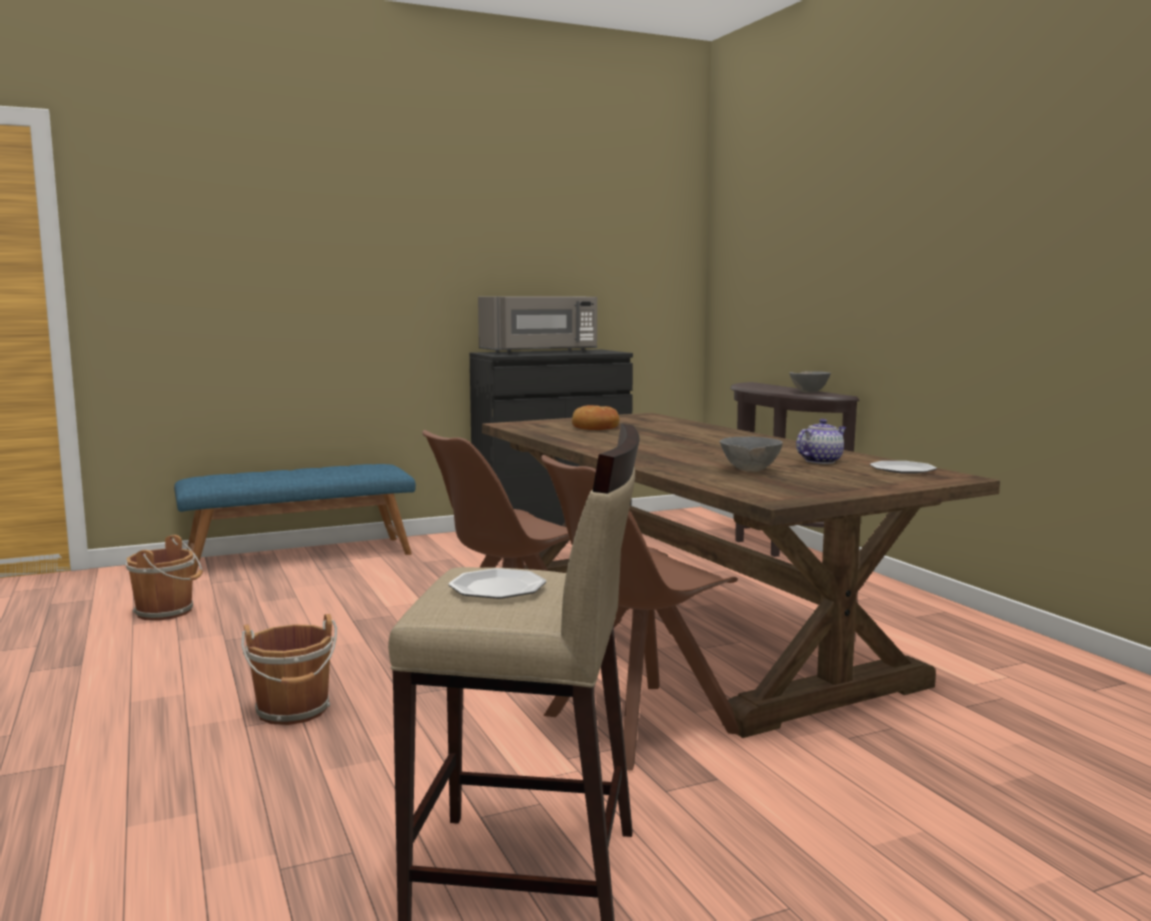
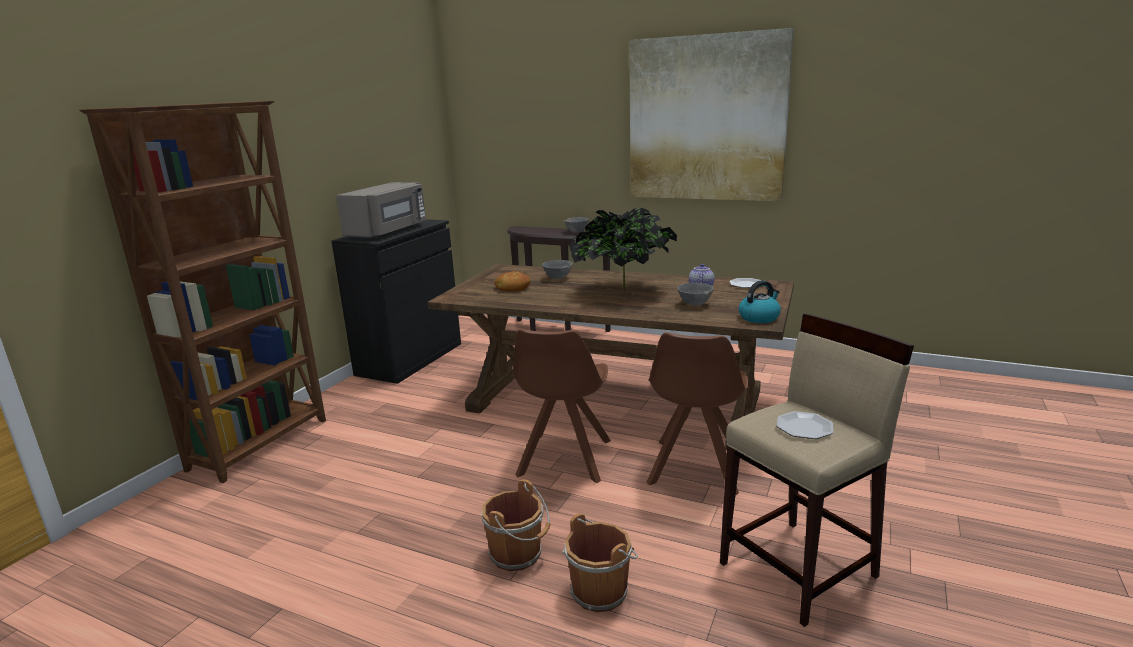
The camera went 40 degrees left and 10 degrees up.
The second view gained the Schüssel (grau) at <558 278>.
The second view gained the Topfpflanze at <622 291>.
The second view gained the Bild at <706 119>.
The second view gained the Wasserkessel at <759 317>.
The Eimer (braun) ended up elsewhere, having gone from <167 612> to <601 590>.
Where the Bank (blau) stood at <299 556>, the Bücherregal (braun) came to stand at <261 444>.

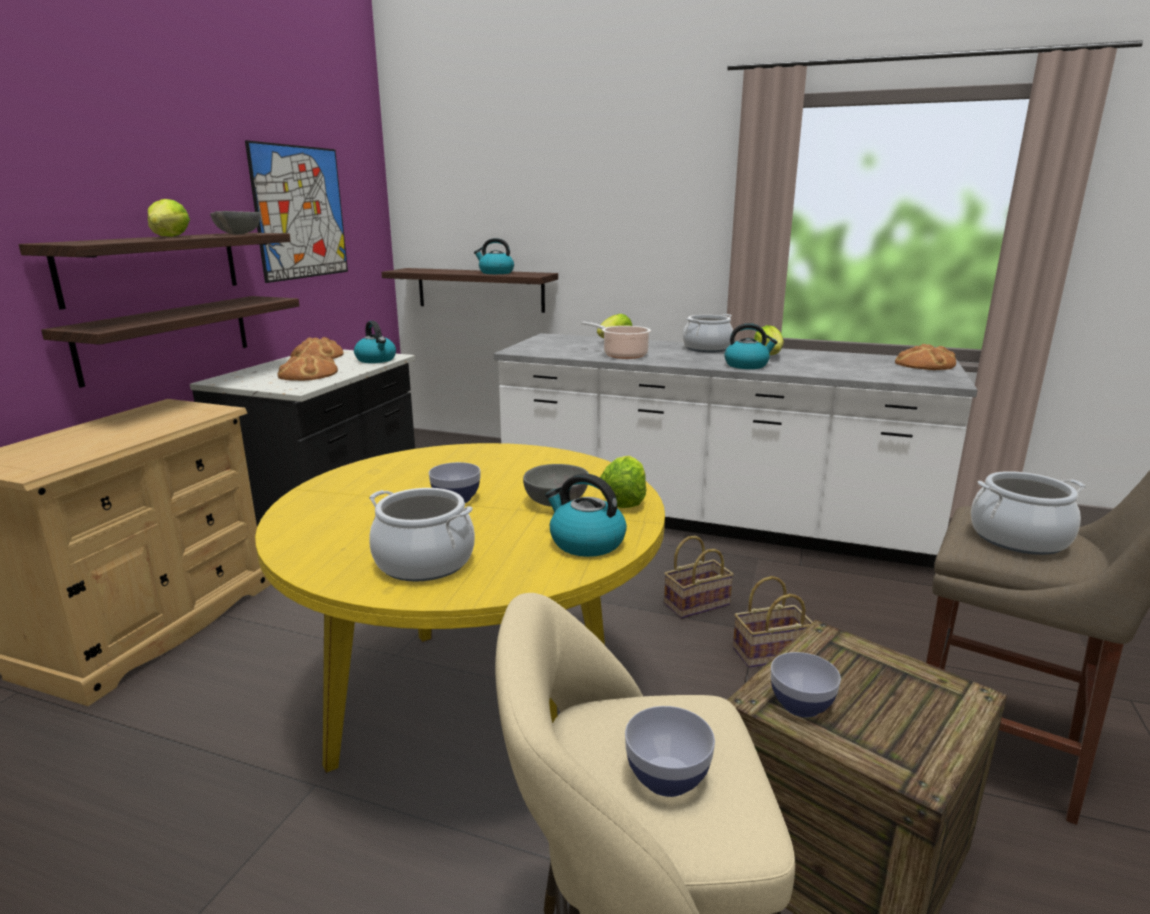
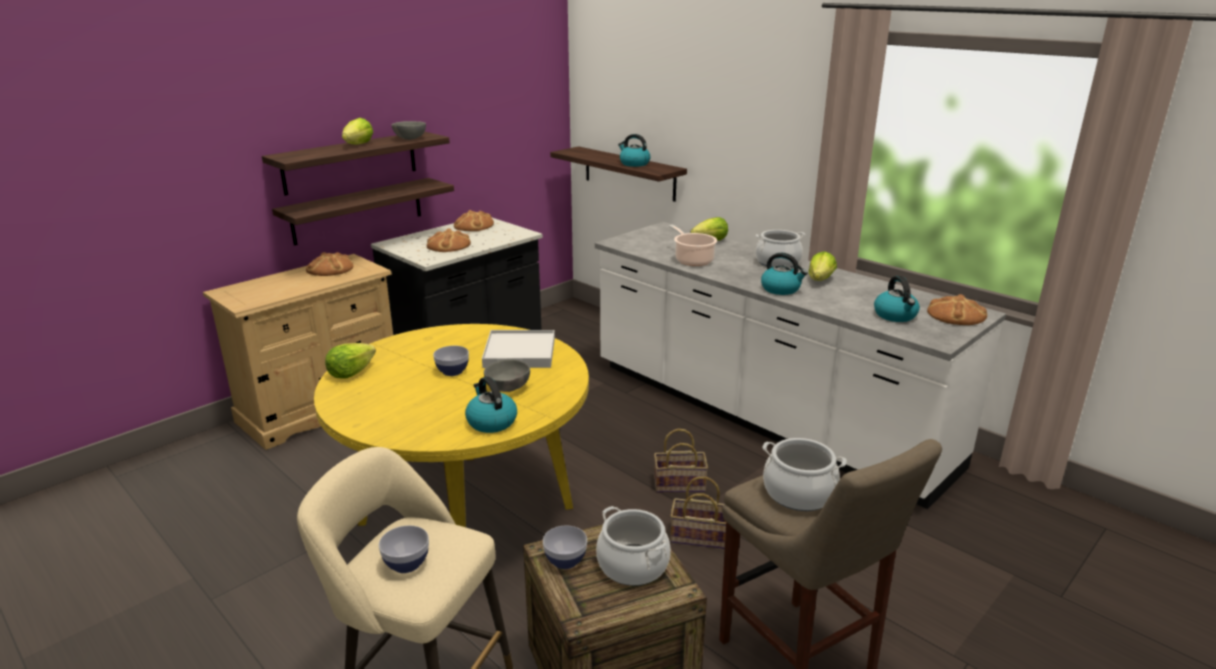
The camera went 25 degrees right and 5 degrees up.
The second view lost the Bild at <300 212>.
The second view gained the Brot at <330 269>.
The second view gained the Tablett (weiß) at <519 352>.
The Wasserkessel ended up elsewhere, having gone from <376 360> to <895 316>.
The Kochtopf ended up elsewhere, having gone from <424 562> to <632 565>.
The Salatkopf ended up elsewhere, having gone from <623 501> to <350 373>.

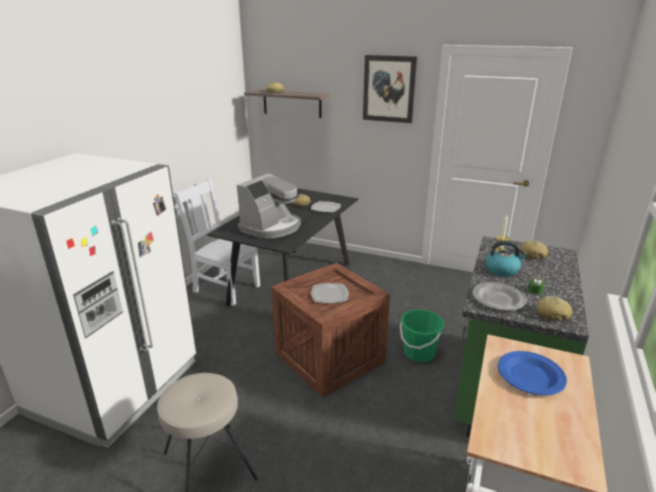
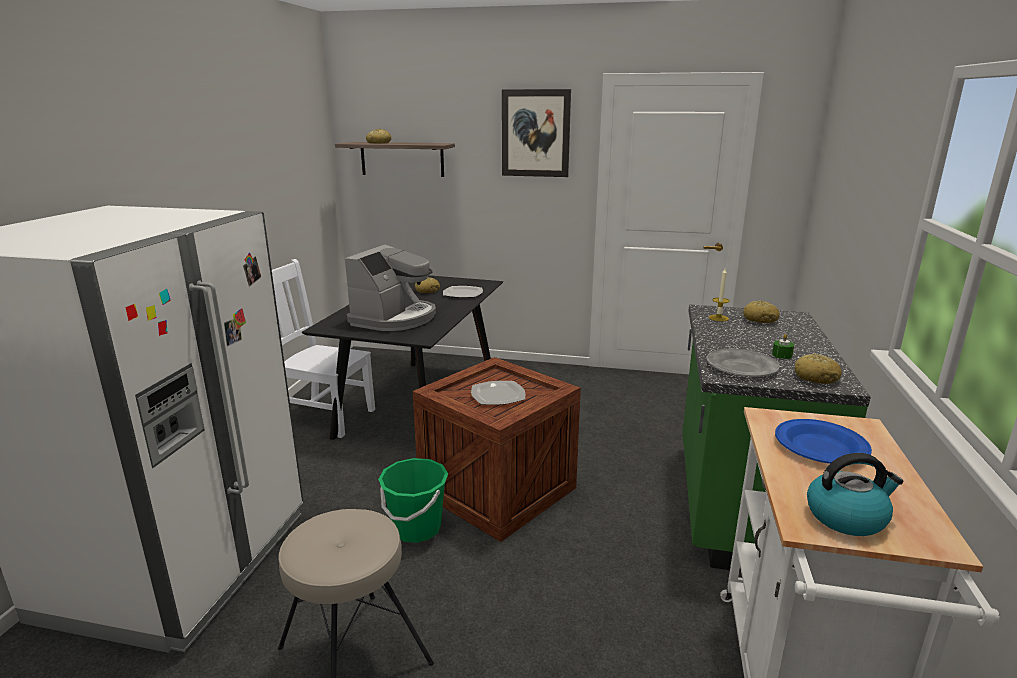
The camera went 10 degrees left and 5 degrees down.
The Eimer (grün) ended up elsewhere, having gone from <419 353> to <416 528>.
The Wasserkessel ended up elsewhere, having gone from <502 269> to <846 517>.

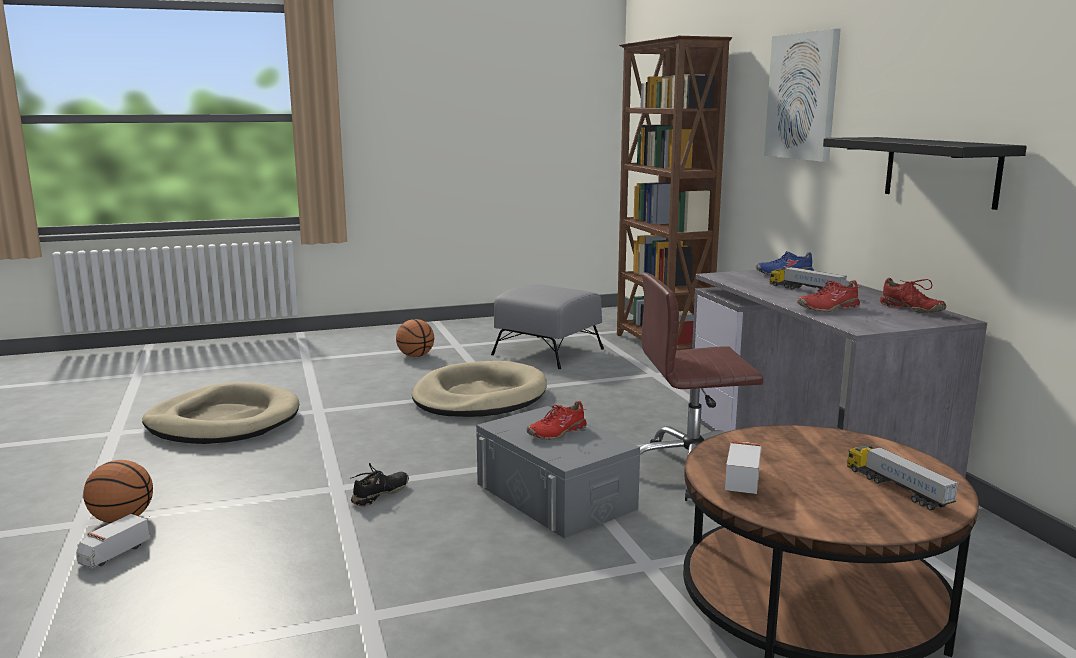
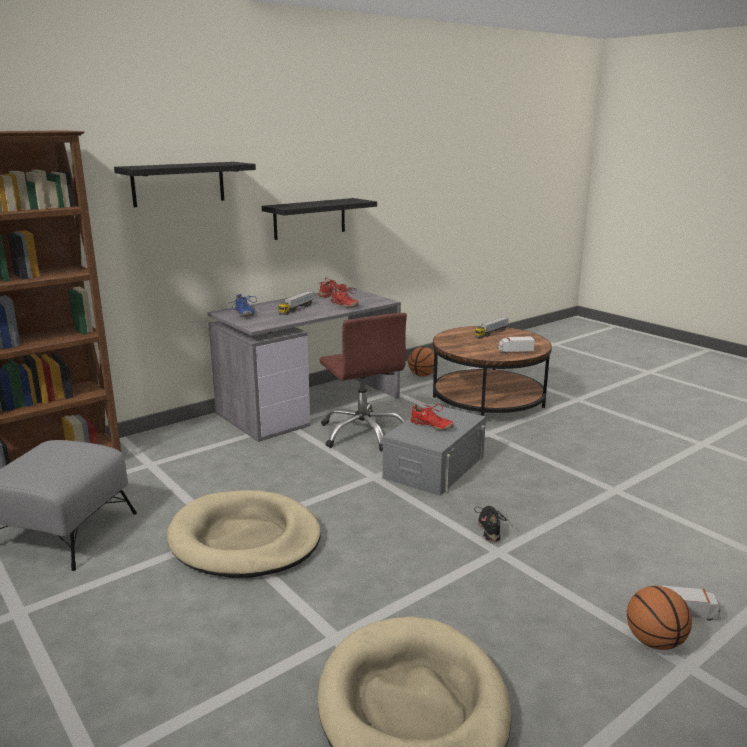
The camera went 110 degrees left and 5 degrees up.
The Basketball ended up elsewhere, having gone from <416 356> to <422 375>.
Where the Bild hung at <802 96>, the Wandregal (schwarz) came to hang at <178 184>.
The Schuh (schwarz) at <380 495> ended up facing another way, 75 degrees clockwise from before.

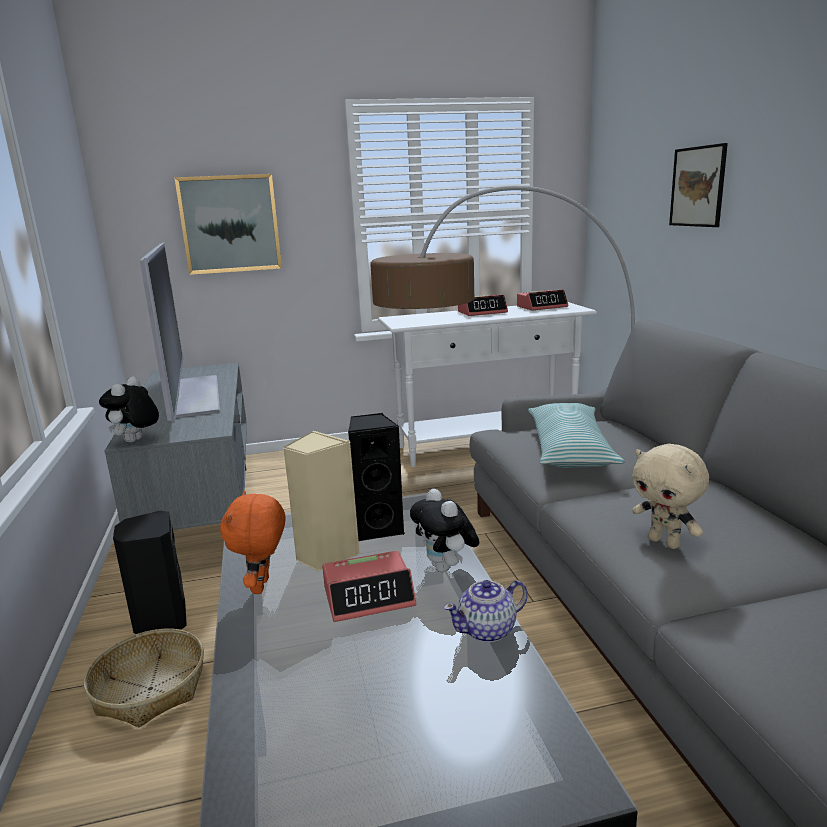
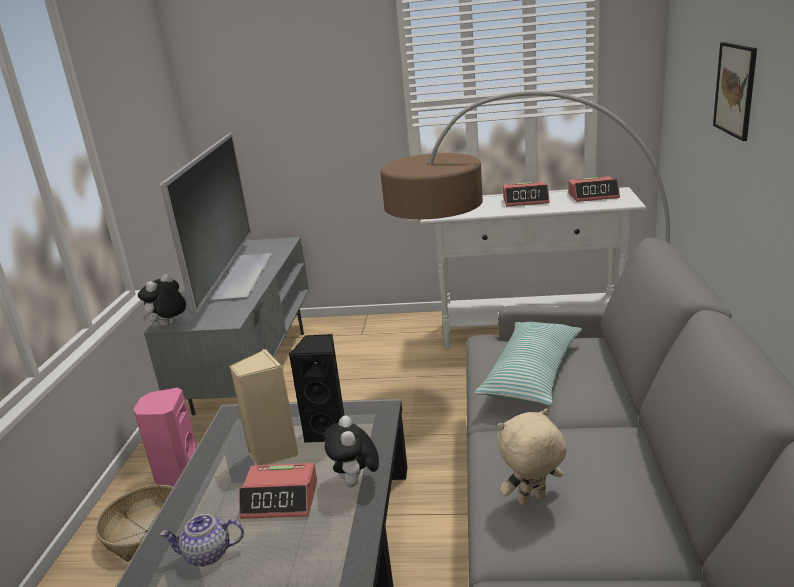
The camera went 20 degrees right and 5 degrees up.
The second view lost the Bild at <230 224>.
The second view lost the Plüschtier (orange) at <262 586>.
The Teekanne ended up elsewhere, having gone from <488 630> to <208 554>.
What was the Lautsprecher (schwarz) at <160 621> turned into the Lautsprecher (rosa) at <177 474>.
The Plüschtier (beige) at <665 542> ended up facing another way, 90 degrees clockwise from before.

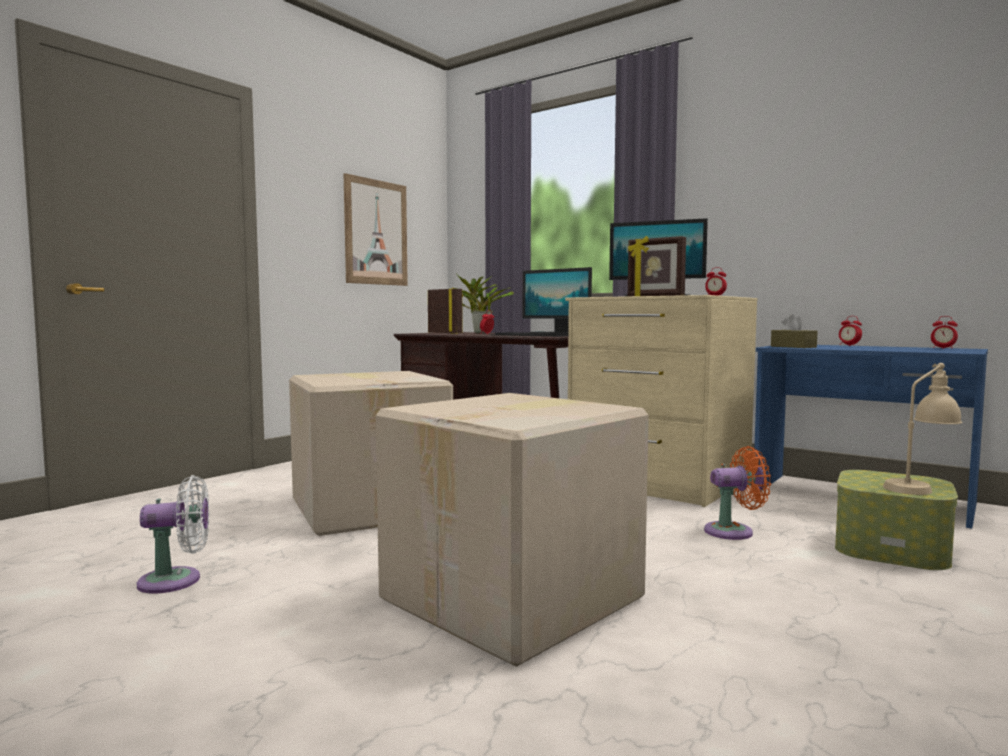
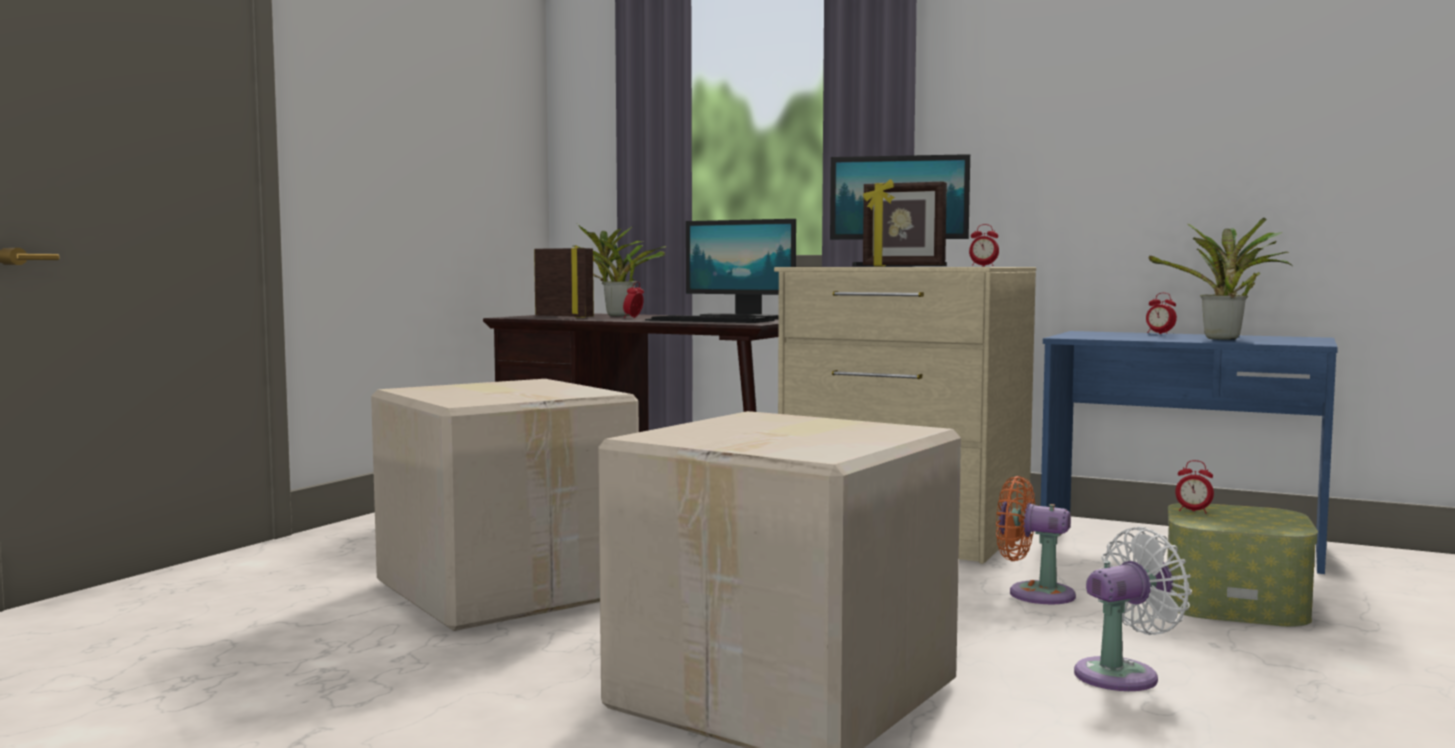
The camera went 10 degrees left and 0 degrees up.
The second view lost the Bild at <376 232>.
The second view lost the Taschentuchbox (braun) at <793 347>.
The second view lost the Tischlampe (beige) at <920 487>.
The second view gained the Topfpflanze at <1224 339>.
The Ventilator (weiß) ended up elsewhere, having gone from <176 580> to <1123 674>.
The Wecker ended up elsewhere, having gone from <943 348> to <1193 511>.
The Ventilator (orange) at <733 531> ended up facing another way, 135 degrees counterclockwise from before.

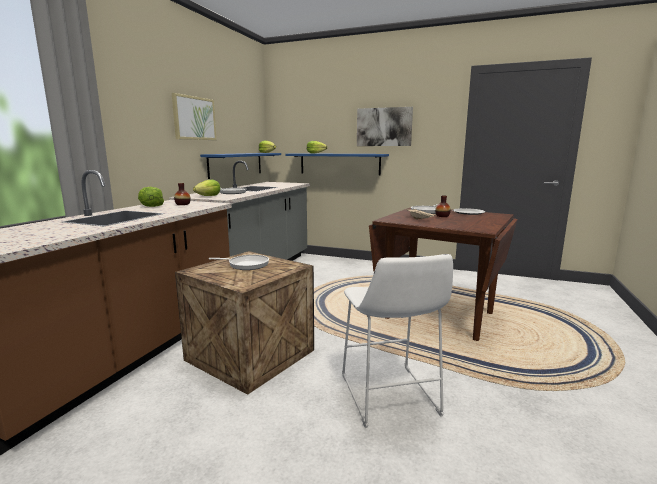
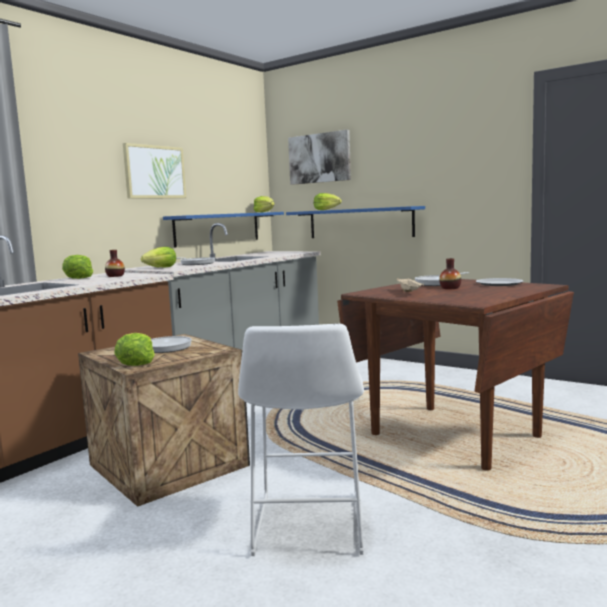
The camera went 15 degrees right and 5 degrees down.
The second view gained the Salatkopf at <136 363>.
The Bild ended up elsewhere, having gone from <384 127> to <319 158>.

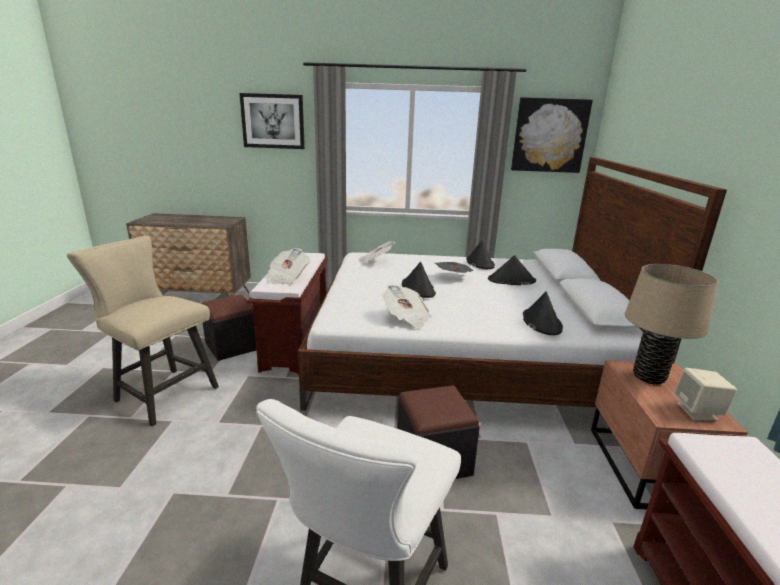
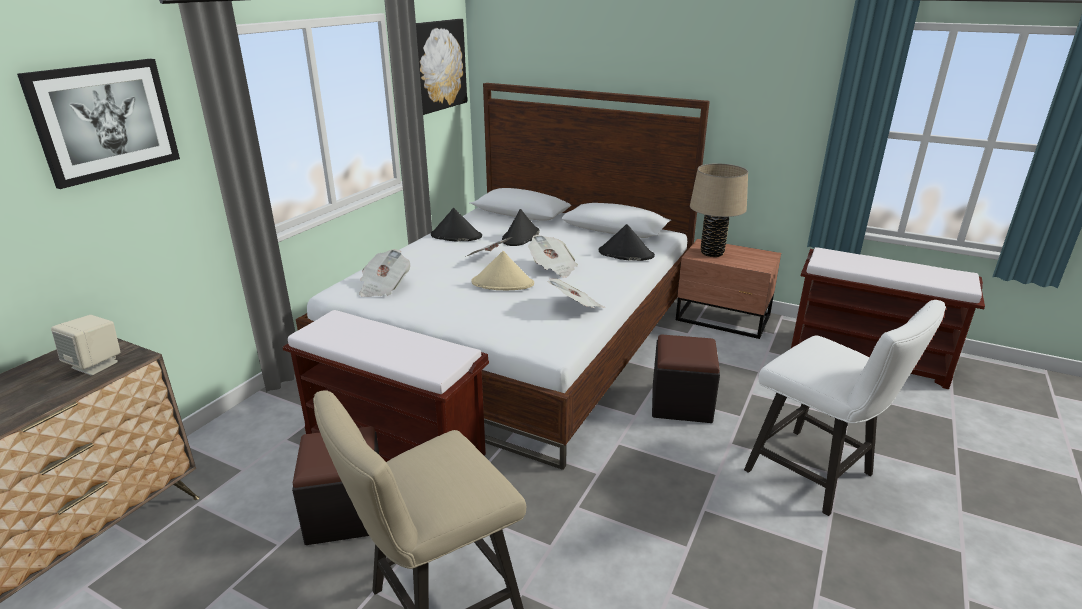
The camera went 65 degrees left and 5 degrees up.
The Zeitung ended up elsewhere, having gone from <287 278> to <553 268>.
The Lautsprecher (beige) ended up elsewhere, having gone from <697 412> to <96 365>.
What was the Hut (schwarz) at <418 288> turned into the Hut (beige) at <503 283>.

